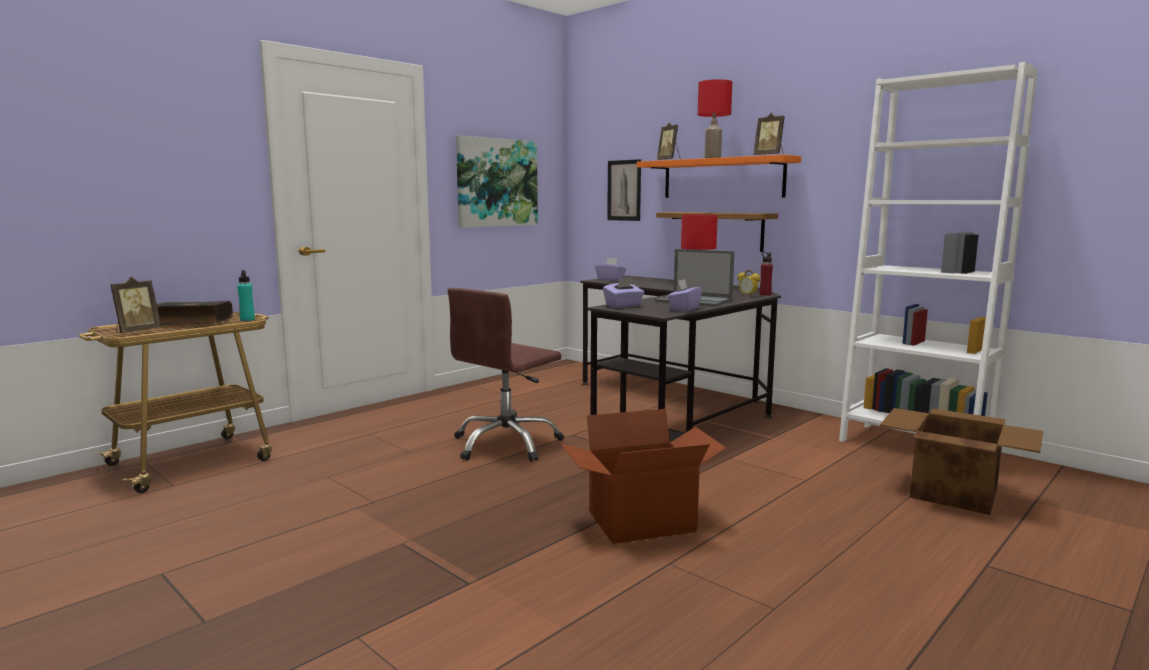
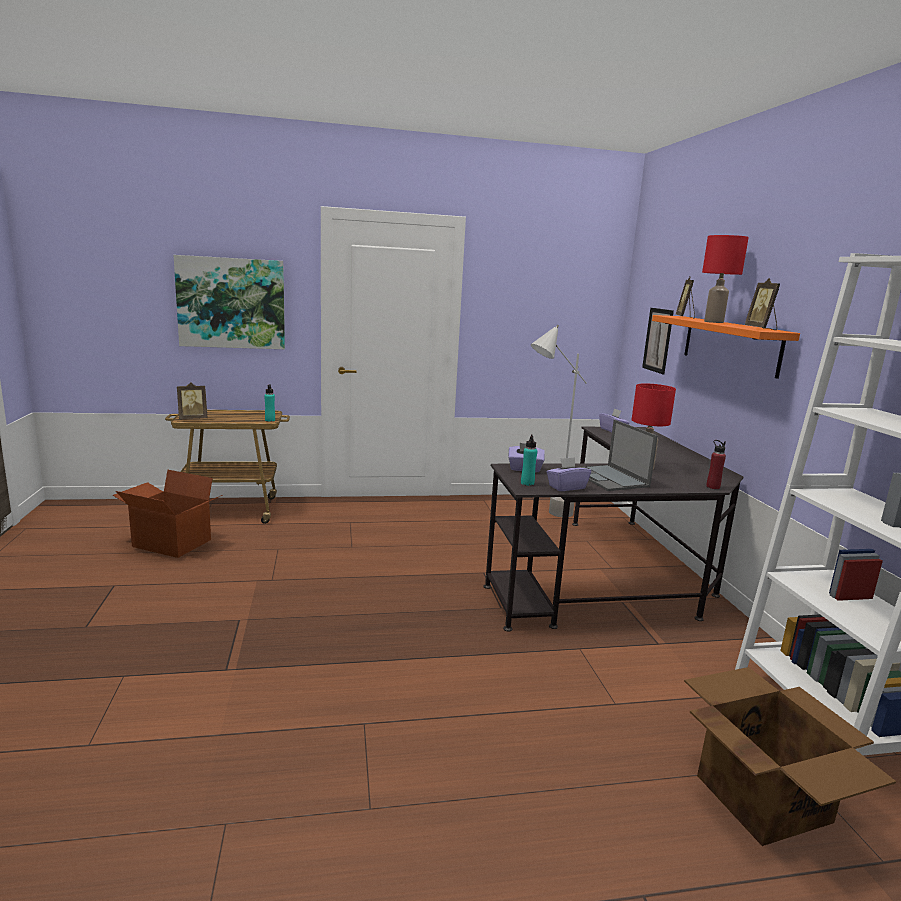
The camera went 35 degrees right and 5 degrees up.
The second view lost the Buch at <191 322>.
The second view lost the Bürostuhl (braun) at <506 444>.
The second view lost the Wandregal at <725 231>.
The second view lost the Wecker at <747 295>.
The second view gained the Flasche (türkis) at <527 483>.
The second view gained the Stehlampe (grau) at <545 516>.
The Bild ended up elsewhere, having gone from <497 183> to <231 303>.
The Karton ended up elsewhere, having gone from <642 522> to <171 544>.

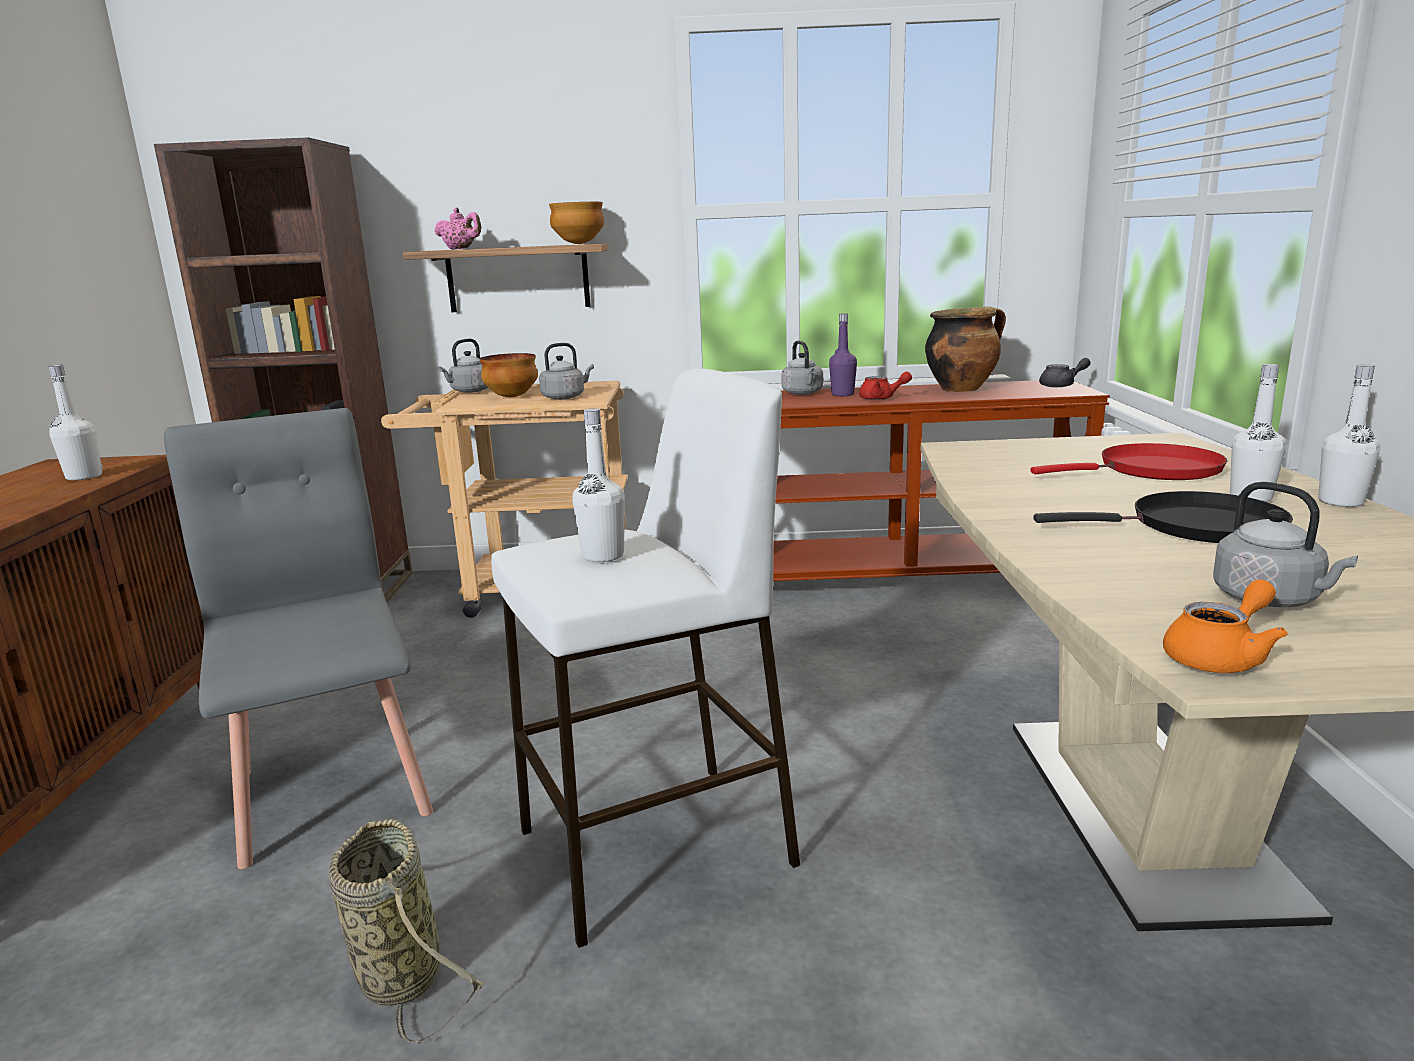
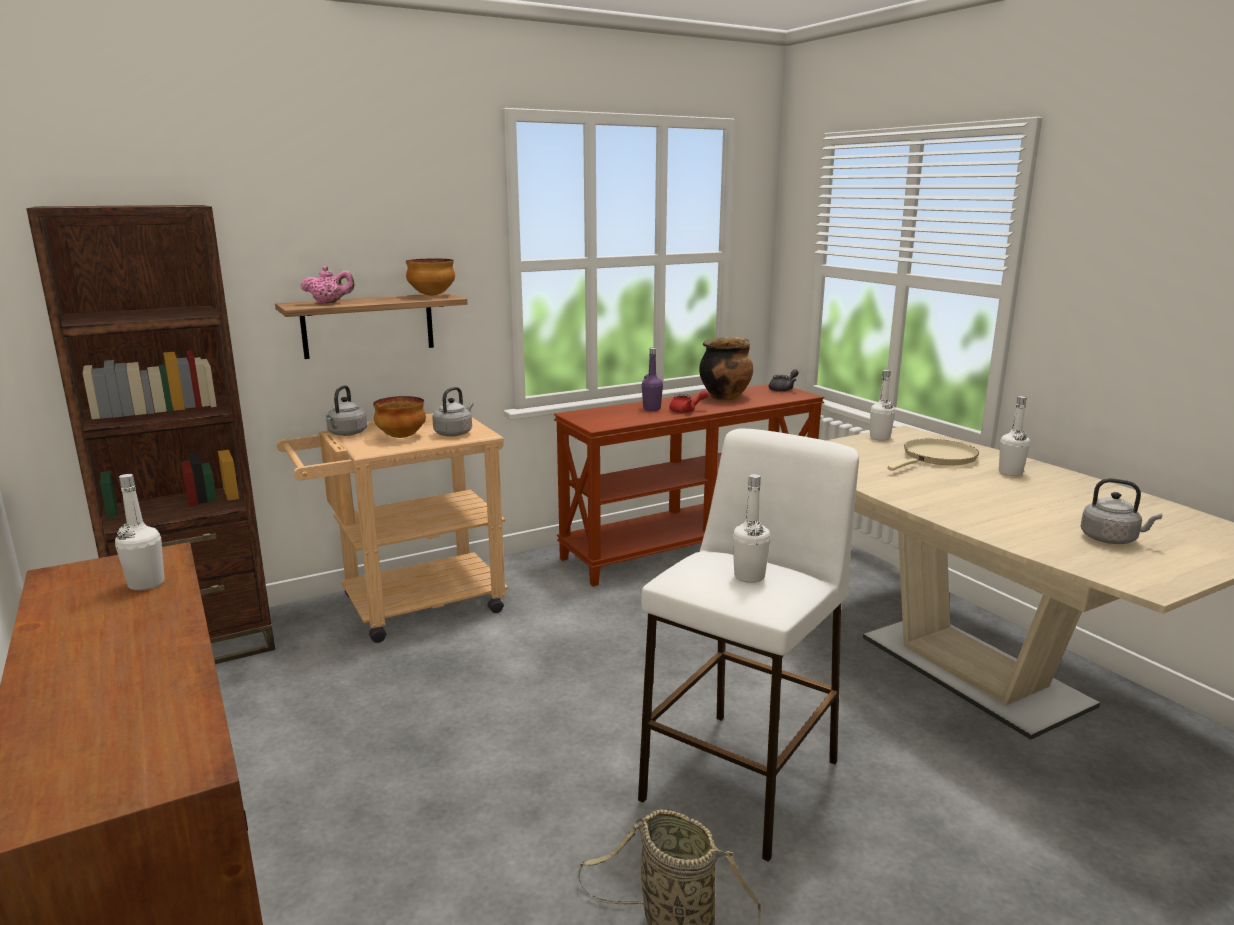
The camera went 30 degrees left and 0 degrees up.
The second view lost the Stuhl (grau) at <333 791>.
The second view lost the Wasserkessel (grau) at <803 393>.
The second view lost the Pfanne (schwarz) at <1197 527>.
The second view lost the Teekanne (orange) at <1220 657>.
The Flasche (weiß) ended up elsewhere, having gone from <1340 502> to <880 438>.
What was the Pfanne (rot) at <1153 470> turned into the Pfanne (beige) at <937 458>.

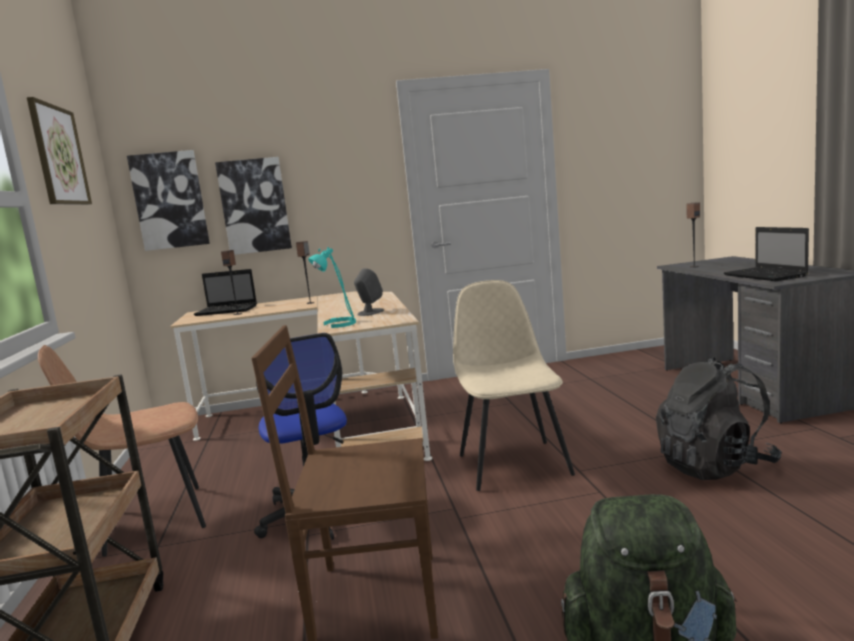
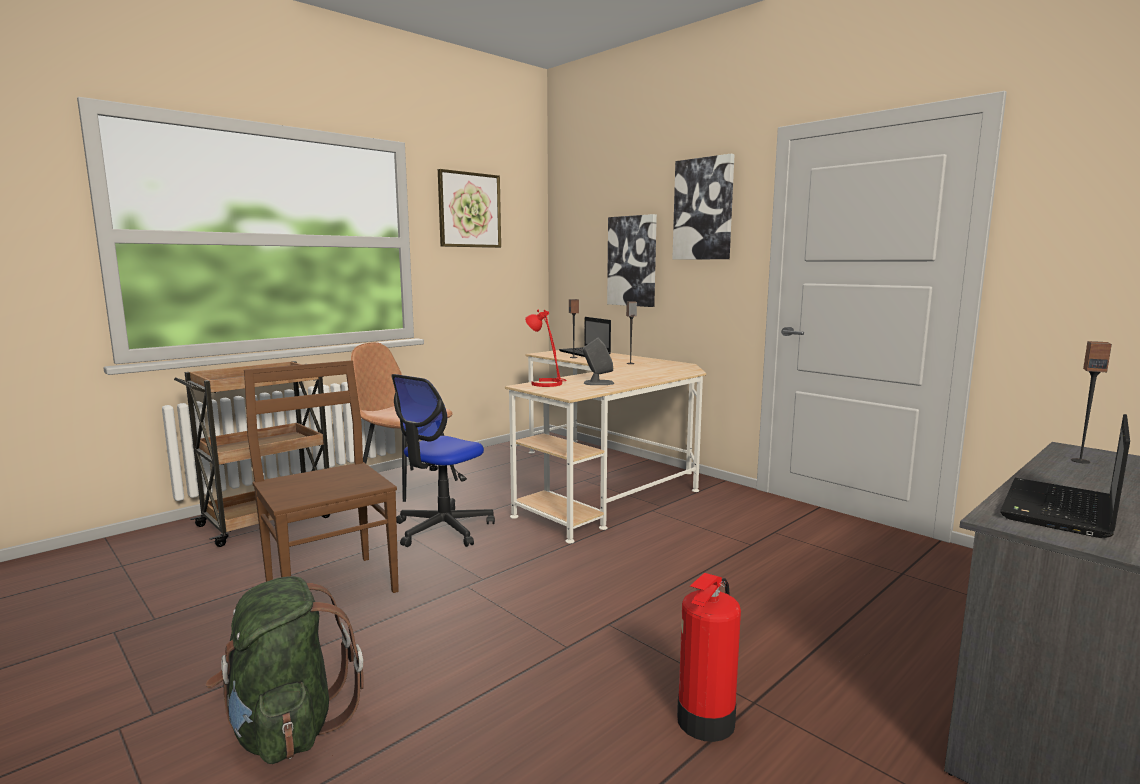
The camera went 55 degrees right and 0 degrees up.
The second view lost the Stuhl (beige) at <513 463>.
The Bild ended up elsewhere, having gone from <170 200> to <703 209>.
Where the Rucksack (schwarz) stood at <715 466>, the Feuerlöscher came to stand at <705 721>.
What was the Tischlampe (türkis) at <338 324> turned into the Tischlampe (rot) at <547 383>.

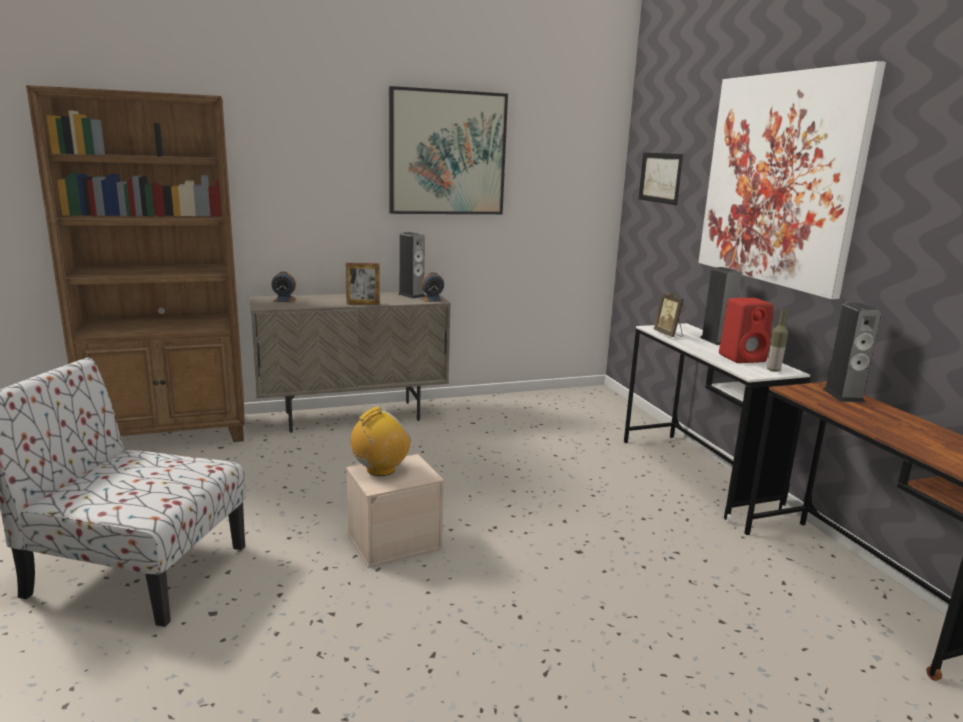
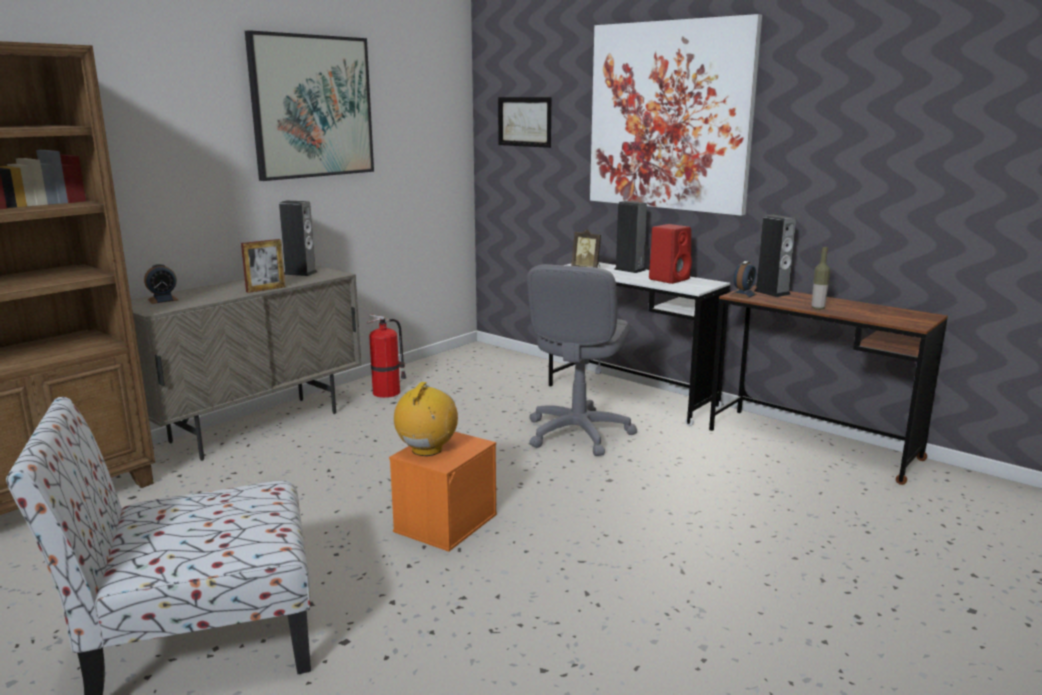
The camera went 30 degrees left and 0 degrees up.
The second view gained the Feuerlöscher at <388 392>.
The second view gained the Bürostuhl (grau) at <577 433>.
The Wecker ended up elsewhere, having gone from <432 300> to <743 295>.
The Flasche ended up elsewhere, having gone from <773 370> to <817 308>.
What was the Aufbewahrungsbox (beige) at <395 540> turned into the Aufbewahrungsbox (orange) at <445 522>.

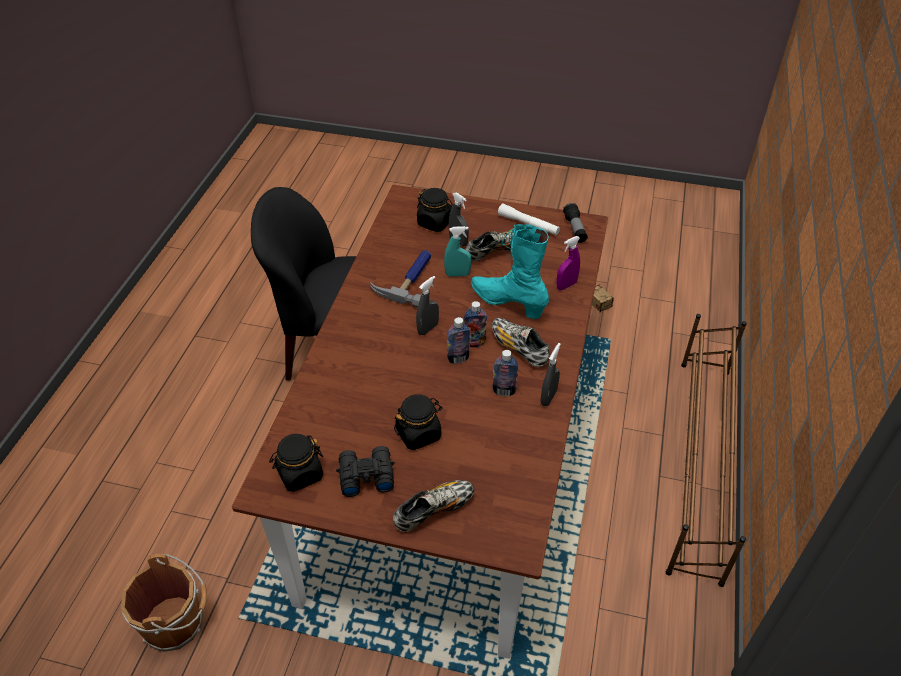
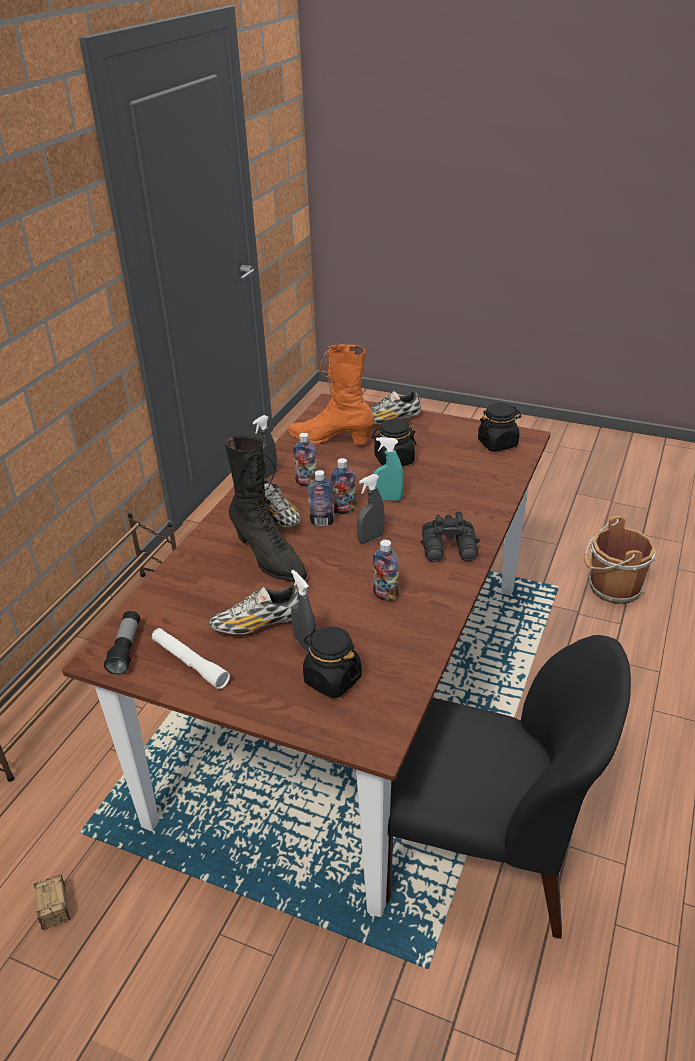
The camera went 170 degrees left and 10 degrees down.
The second view lost the Sprühflasche (lila) at <566 285>.
The second view gained the Stiefel (orange) at <331 440>.
The Fernglas (schwarz) ended up elsewhere, having gone from <365 475> to <450 549>.
The Sprühflasche (türkis) ended up elsewhere, having gone from <457 274> to <388 498>.
Where the Hammer stood at <409 279>, the Flasche came to stand at <385 595>.
What was the Stiefel (türkis) at <508 302> turned into the Stiefel (schwarz) at <268 558>.

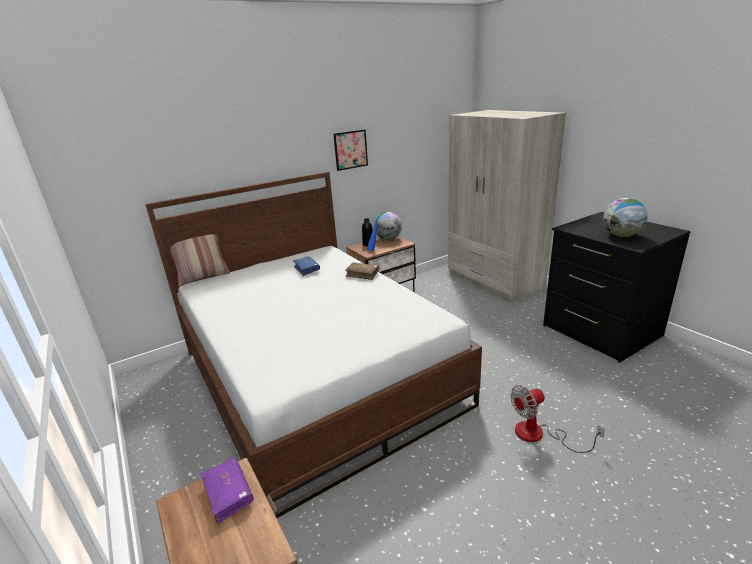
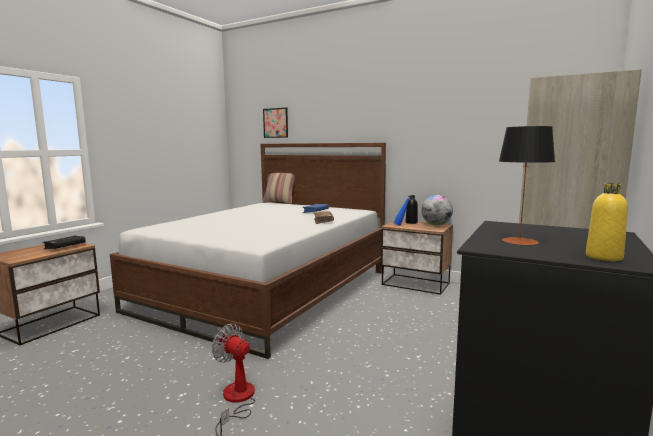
The camera went 60 degrees right and 15 degrees down.
The second view gained the Flasche (gelb) at <604 257>.
The Bild ended up elsewhere, having gone from <350 150> to <275 123>.
Where the Globus stood at <621 236>, the Tischlampe came to stand at <519 241>.
What was the Buch (lila) at <228 494> turned into the Buch (schwarz) at <65 247>.

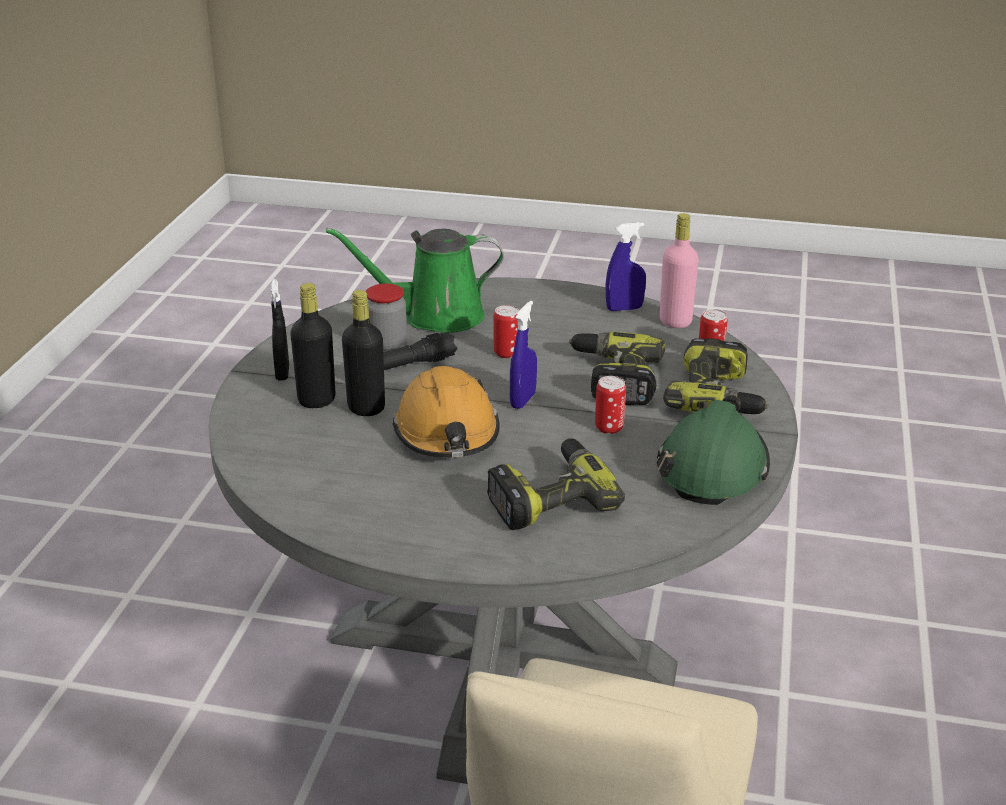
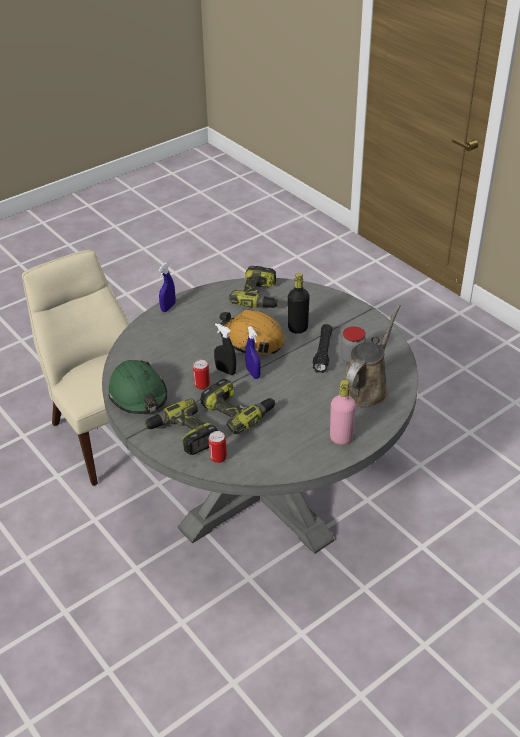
The camera went 130 degrees right and 10 degrees up.
The second view lost the Flasche (schwarz) at <316 400>.
The second view lost the Dose at <506 353>.
The Sprühflasche (schwarz) ended up elsewhere, having gone from <282 373> to <225 371>.
The Bohrmaschine ended up elsewhere, having gone from <549 498> to <260 296>.
The Sprühflasche (blau) ended up elsewhere, having gone from <624 308> to <168 307>.
The Flasche (rosa) ended up elsewhere, having gone from <675 321> to <341 438>.
What was the Gießkanne (grün) at <435 316> turned into the Gießkanne (braun) at <366 387>.

